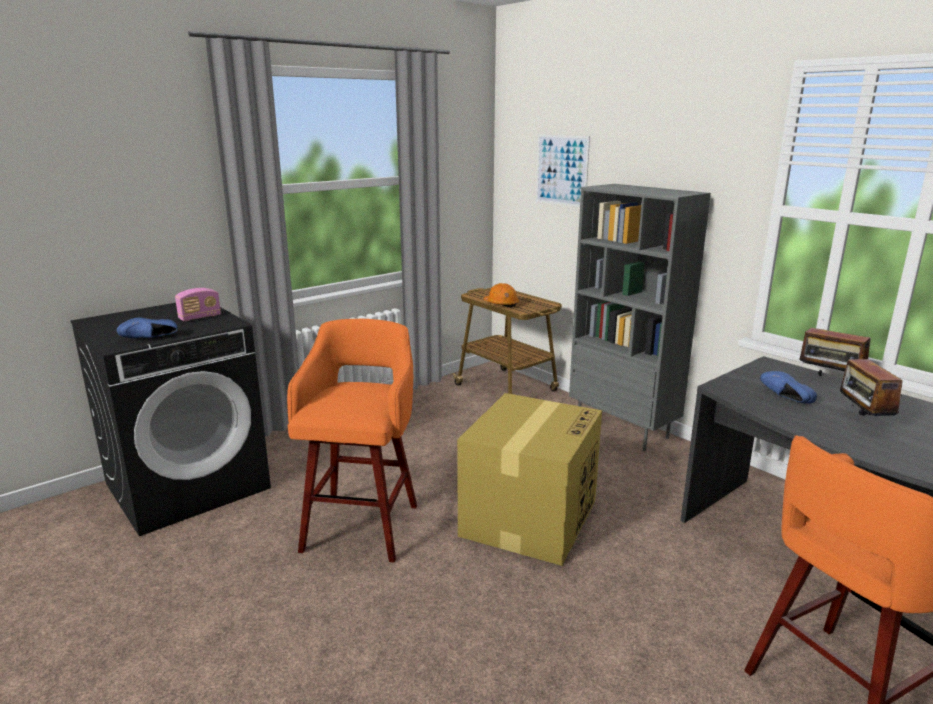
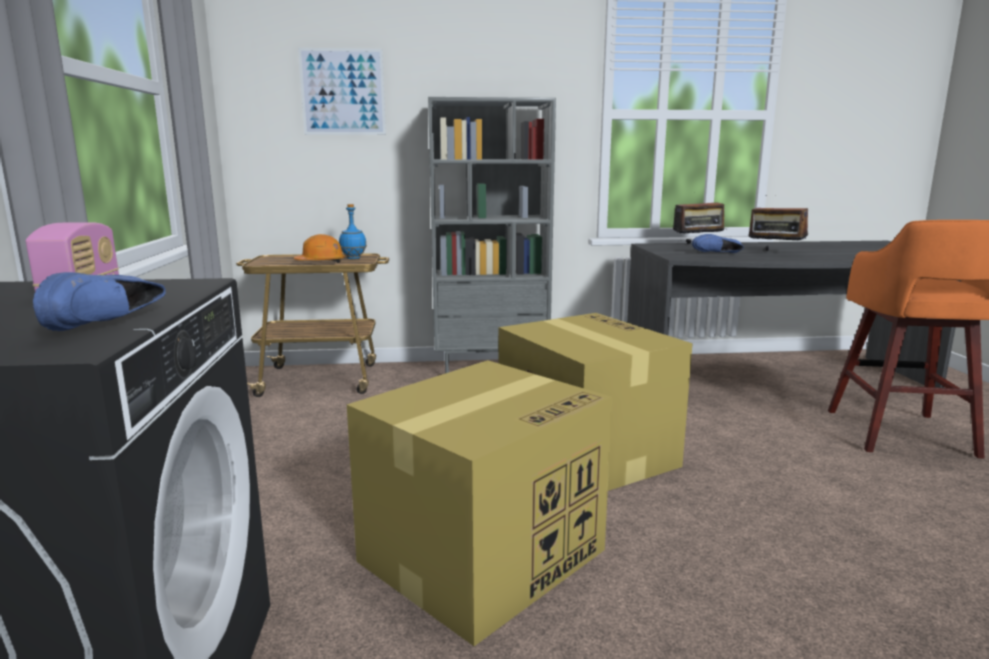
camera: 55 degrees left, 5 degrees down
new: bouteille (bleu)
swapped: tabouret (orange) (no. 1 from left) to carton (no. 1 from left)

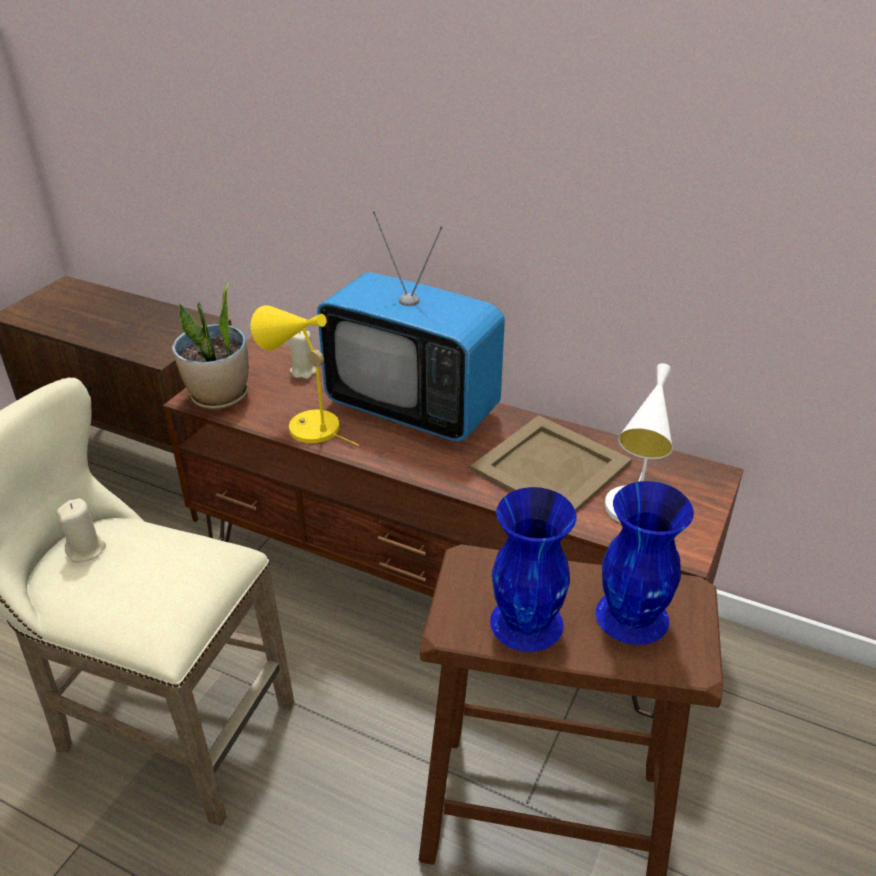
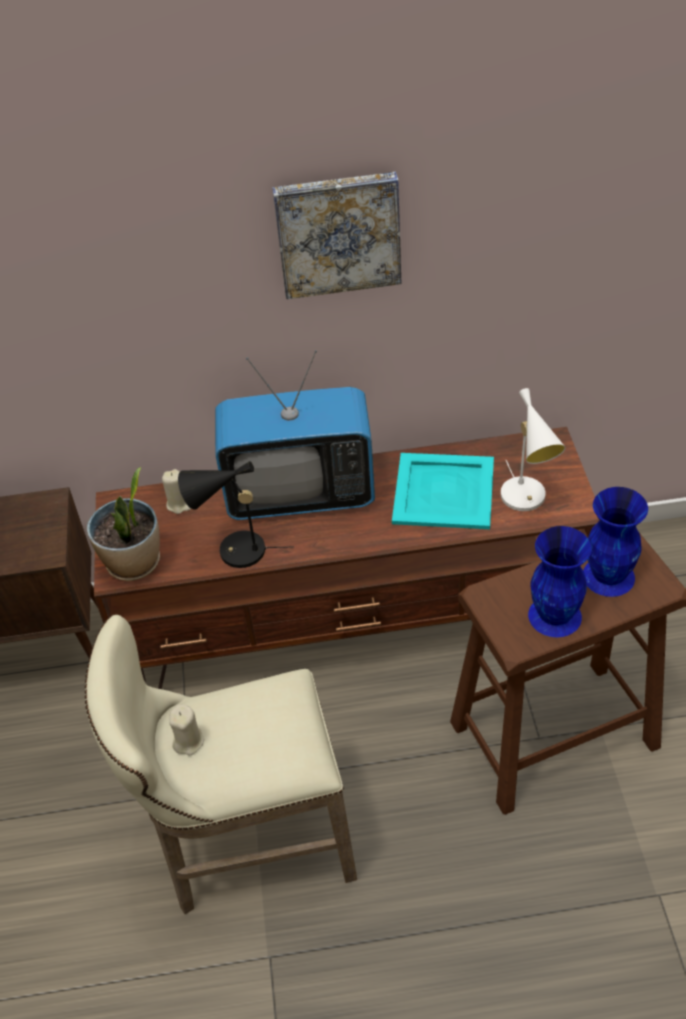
camera: 30 degrees left, 10 degrees up
new: tableau
repainted: lampe de table (jaune) to lampe de table (noir); plateau (beige) to plateau (turquoise)

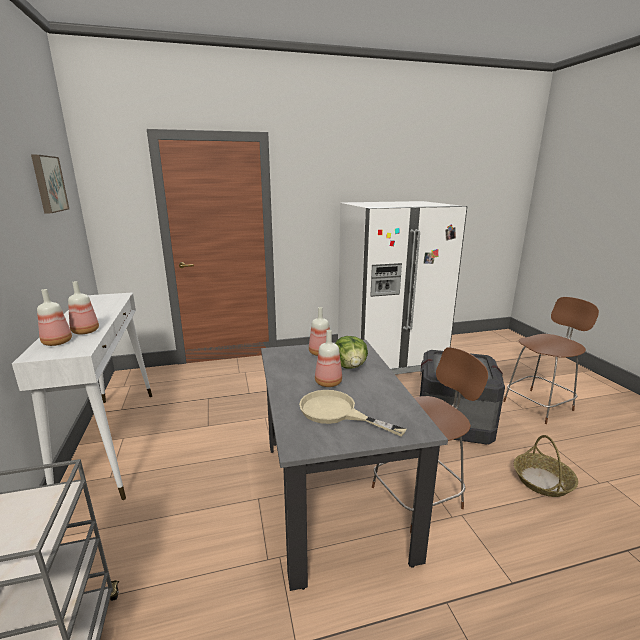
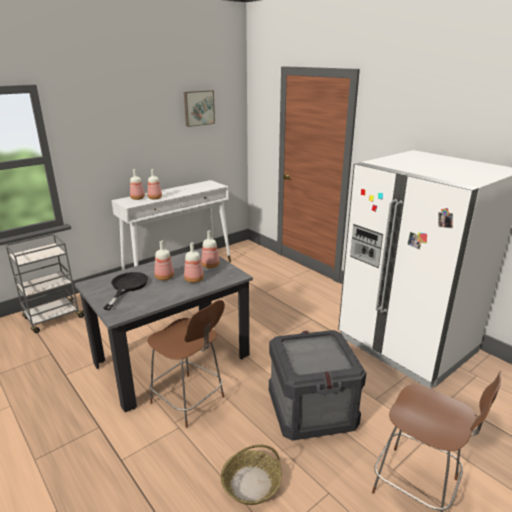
camera: 65 degrees right, 5 degrees up
swapped: laitue to bouteille (no. 4 from left)
repainted: poêle (beige) to poêle (noir)

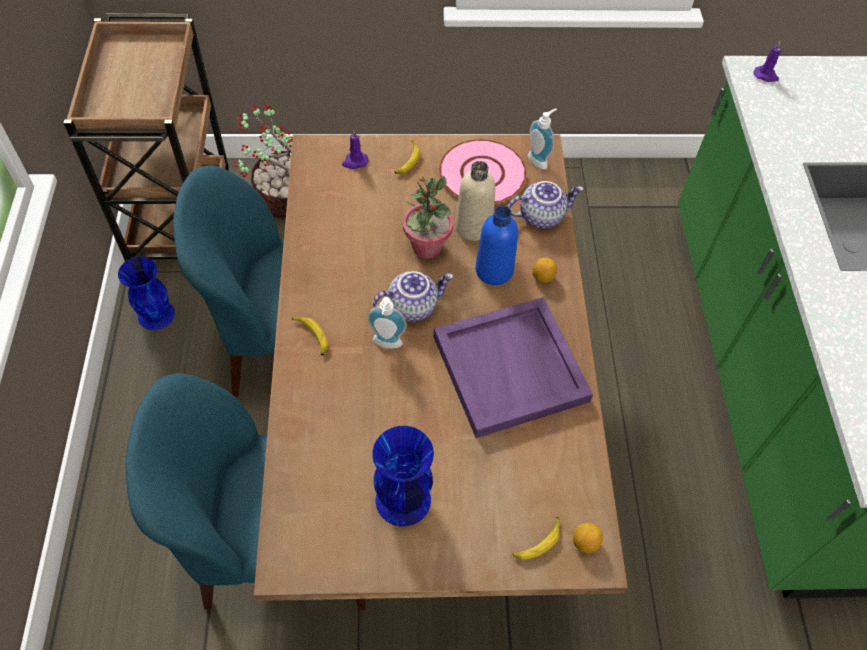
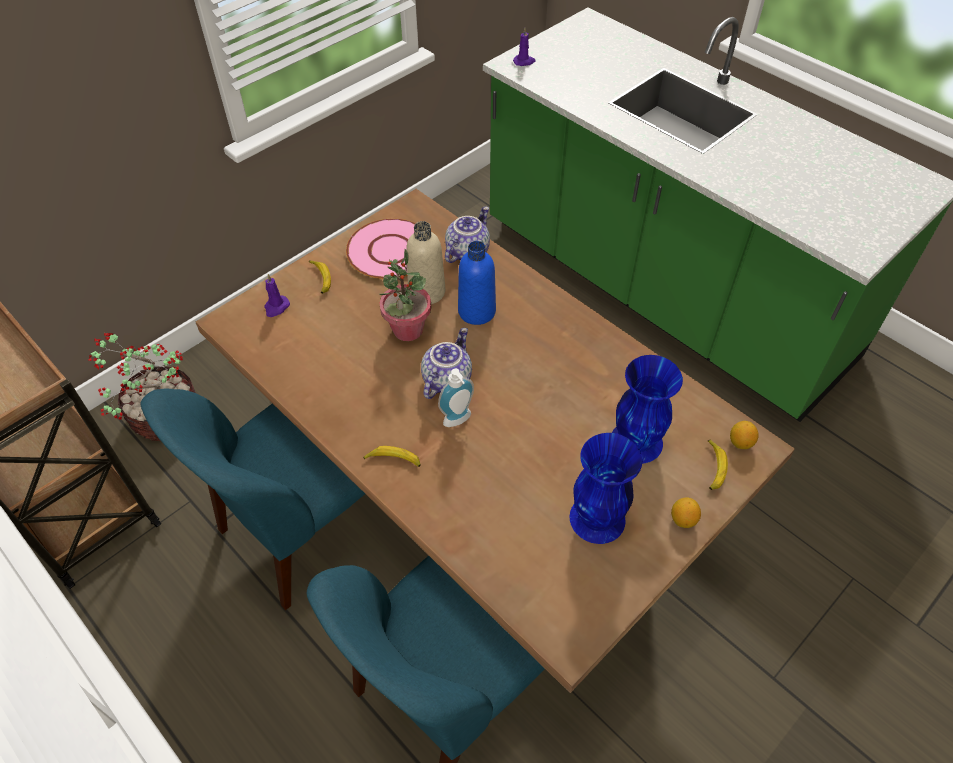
camera: 40 degrees left, 5 degrees down
gone: plateau (violet); distributeur de savon (no. 2 from left)
shifted: vase (bleu) (no. 1 from left in the first image) to vase (bleu) (no. 2 from left); citron (no. 1 from left)

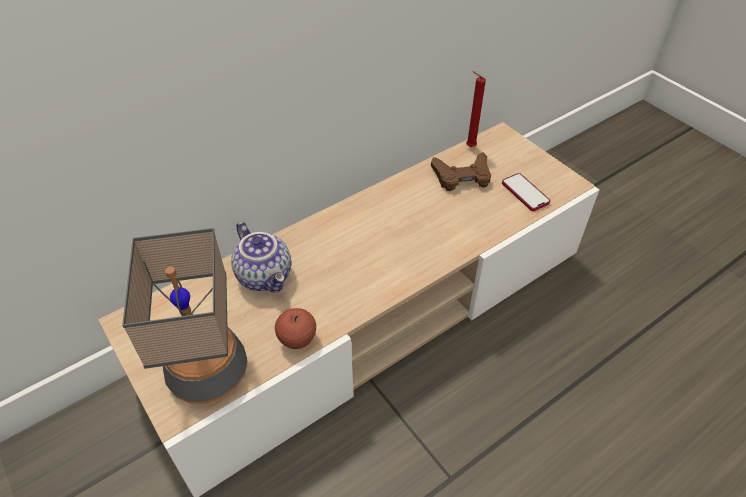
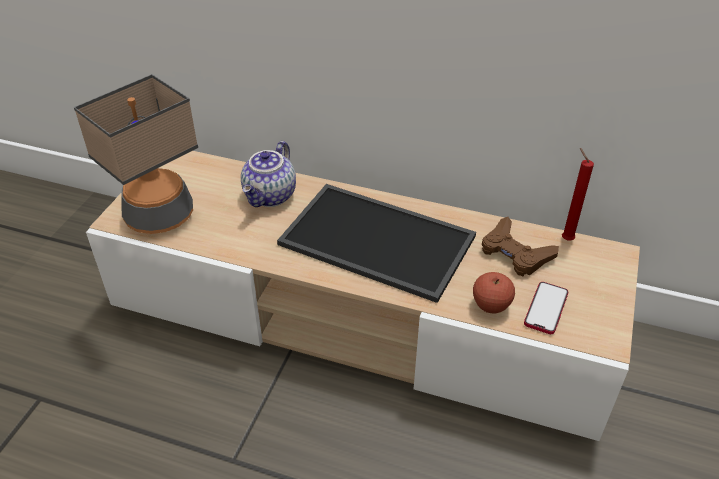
camera: 55 degrees right, 5 degrees down
new: plateau
shifted: pomme

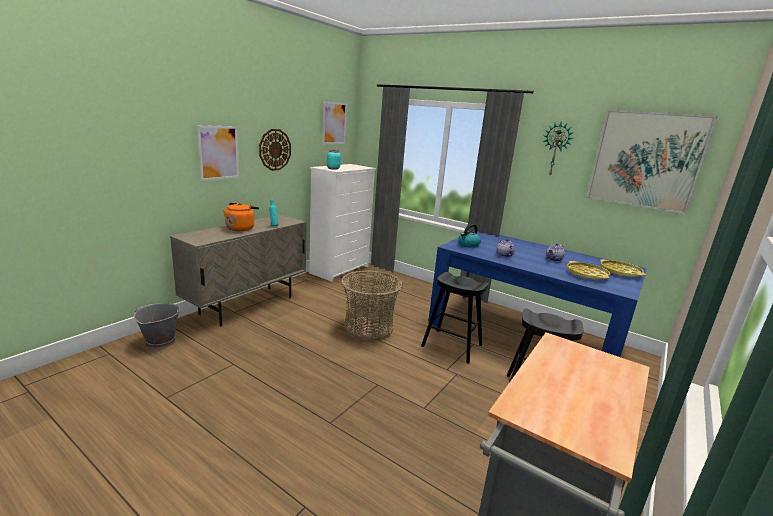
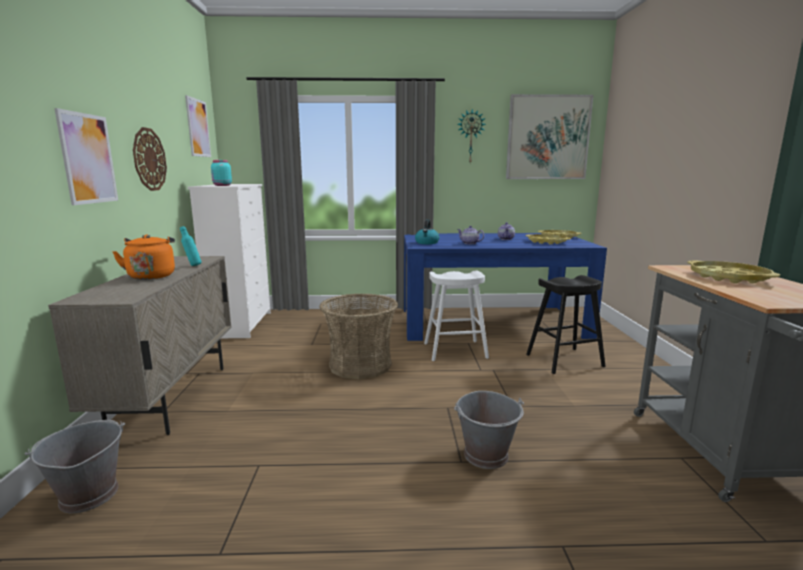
camera: 35 degrees left, 5 degrees down
new: seau (gris) (no. 2 from left); plateau (jaune) (no. 3 from left)
repainted: tabouret (noir) (no. 1 from left) to tabouret (blanc)

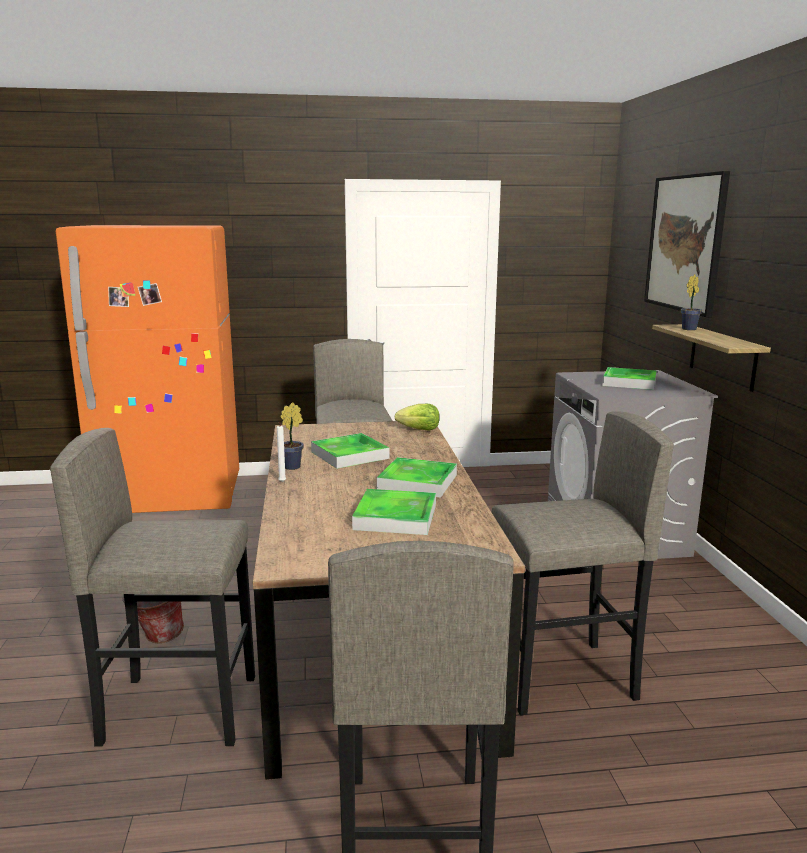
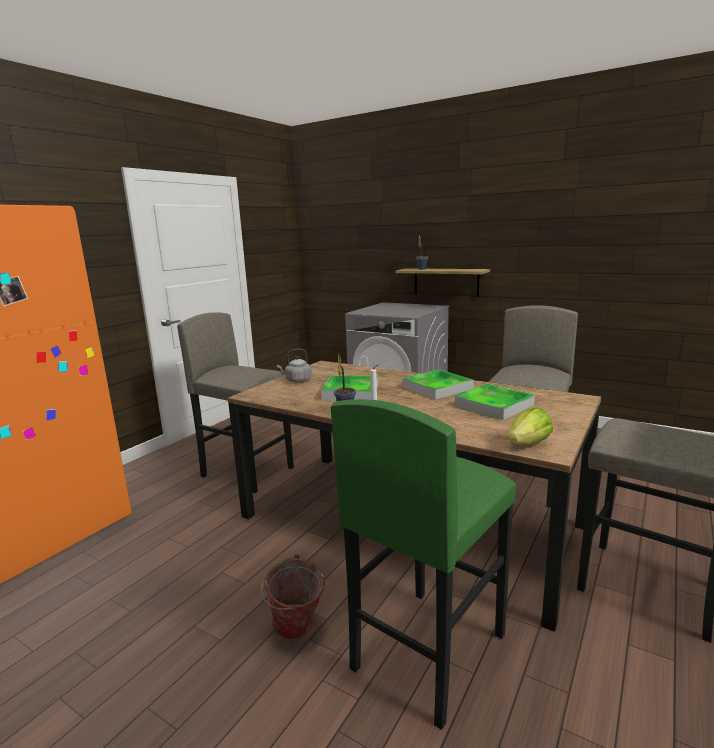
camera: 50 degrees left, 0 degrees up
gone: plateau (no. 4 from left); tableau
new: bouilloire (gris)
shifted: laitue
repainted: tabouret (gris) (no. 1 from left) to tabouret (vert)

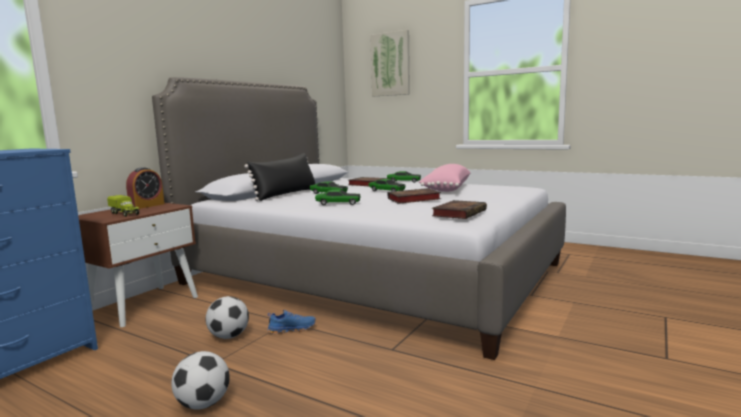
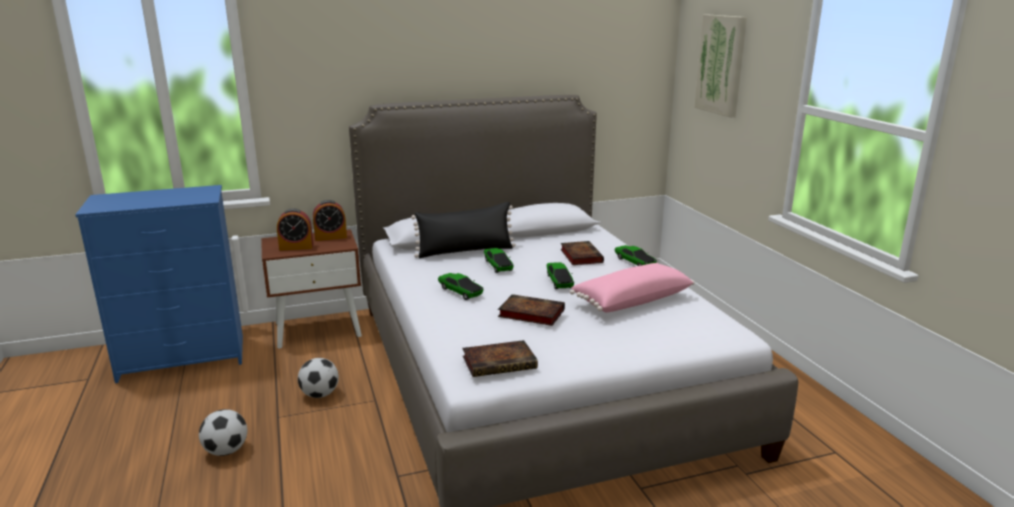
camera: 40 degrees right, 10 degrees up
gone: chaussure (bleu)
swapped: camion jouet to réveil (no. 1 from left)

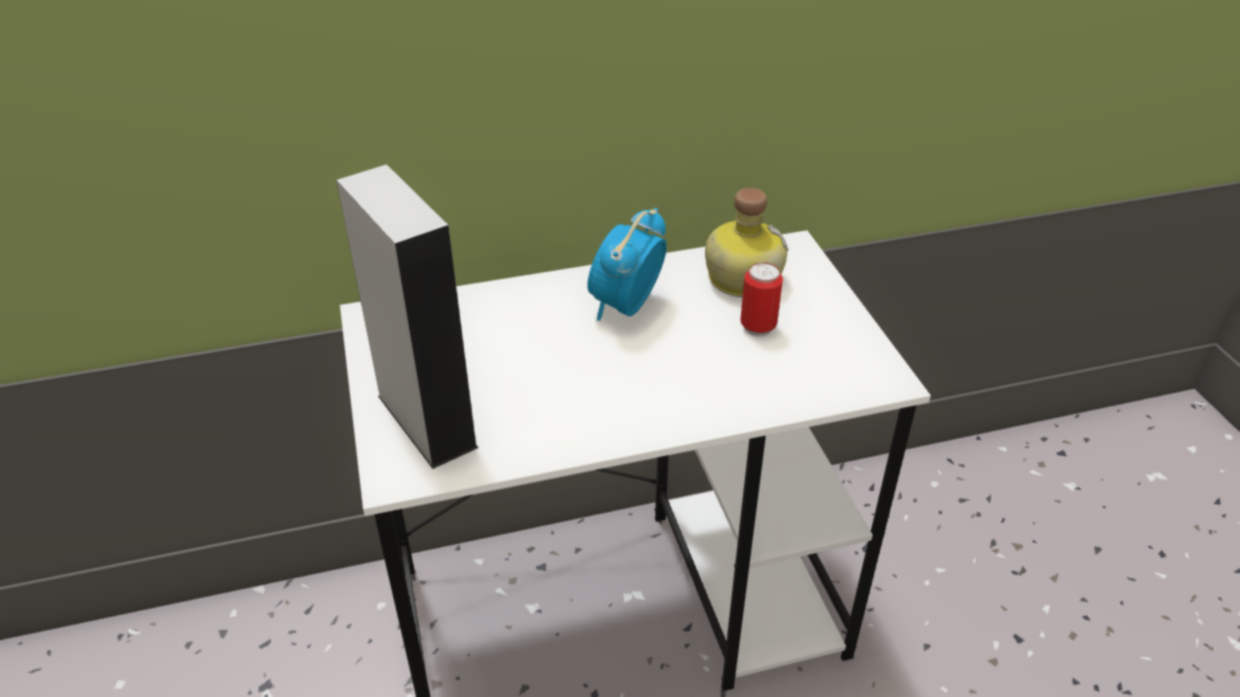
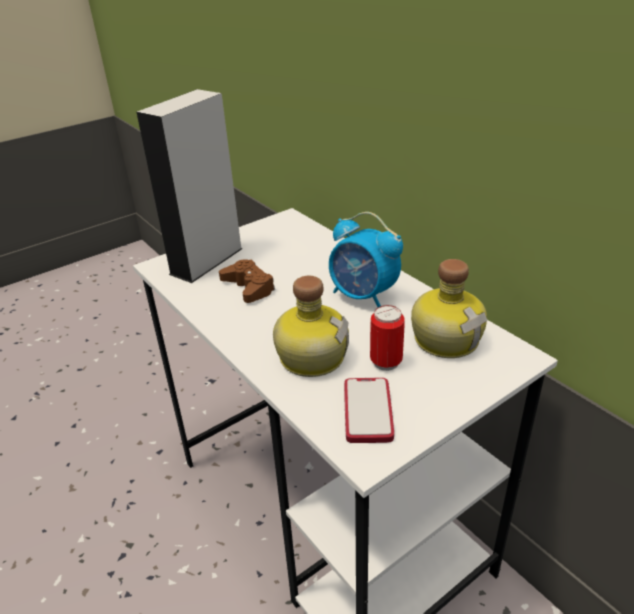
camera: 70 degrees right, 5 degrees down
new: manette (marron); bouteille (no. 1 from left); téléphone
rotated: réveil 150 degrees counterclockwise

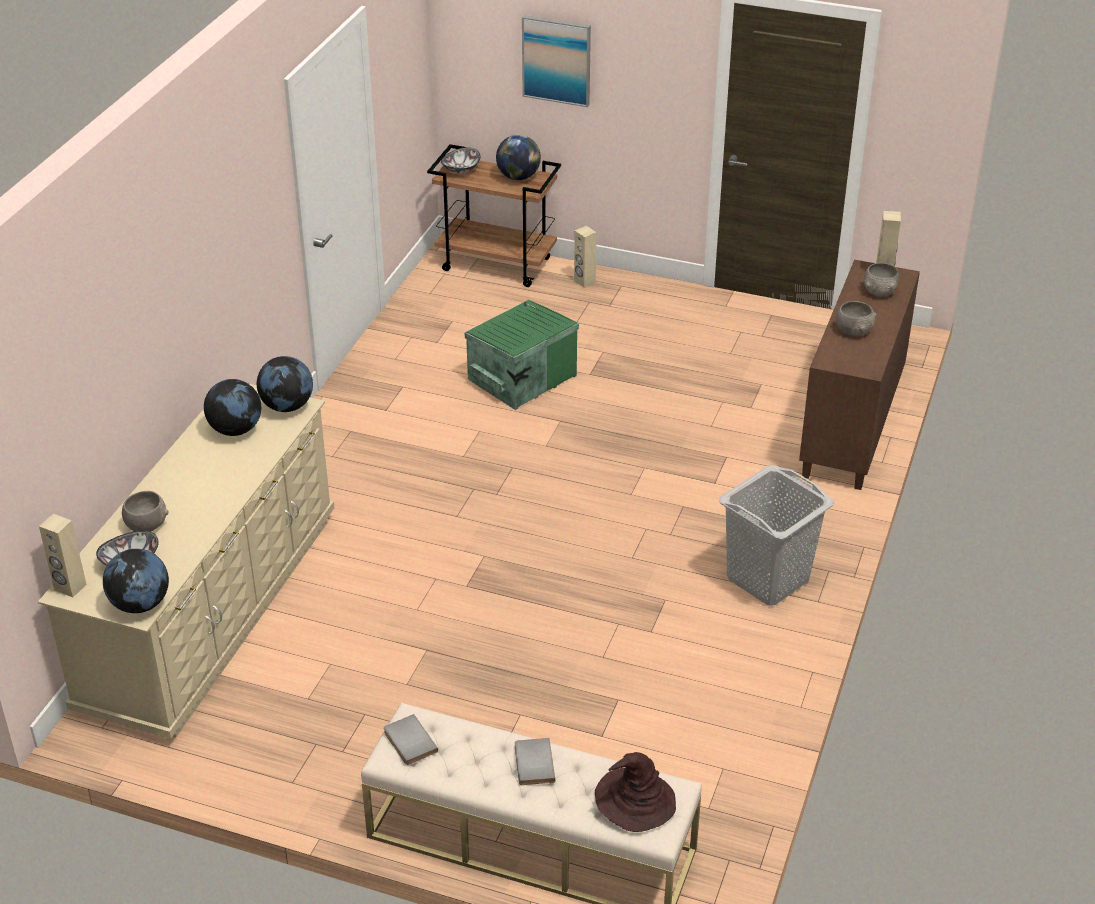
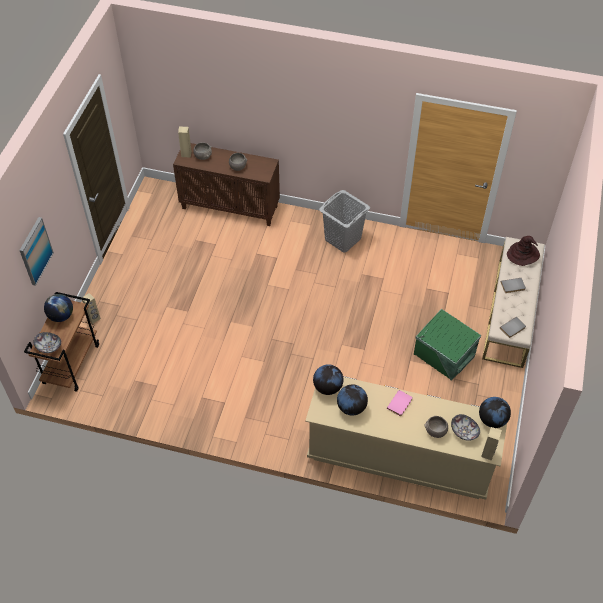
camera: 95 degrees left, 15 degrees up
new: livre (rose)
shifted: boîte de rangement (vert)

